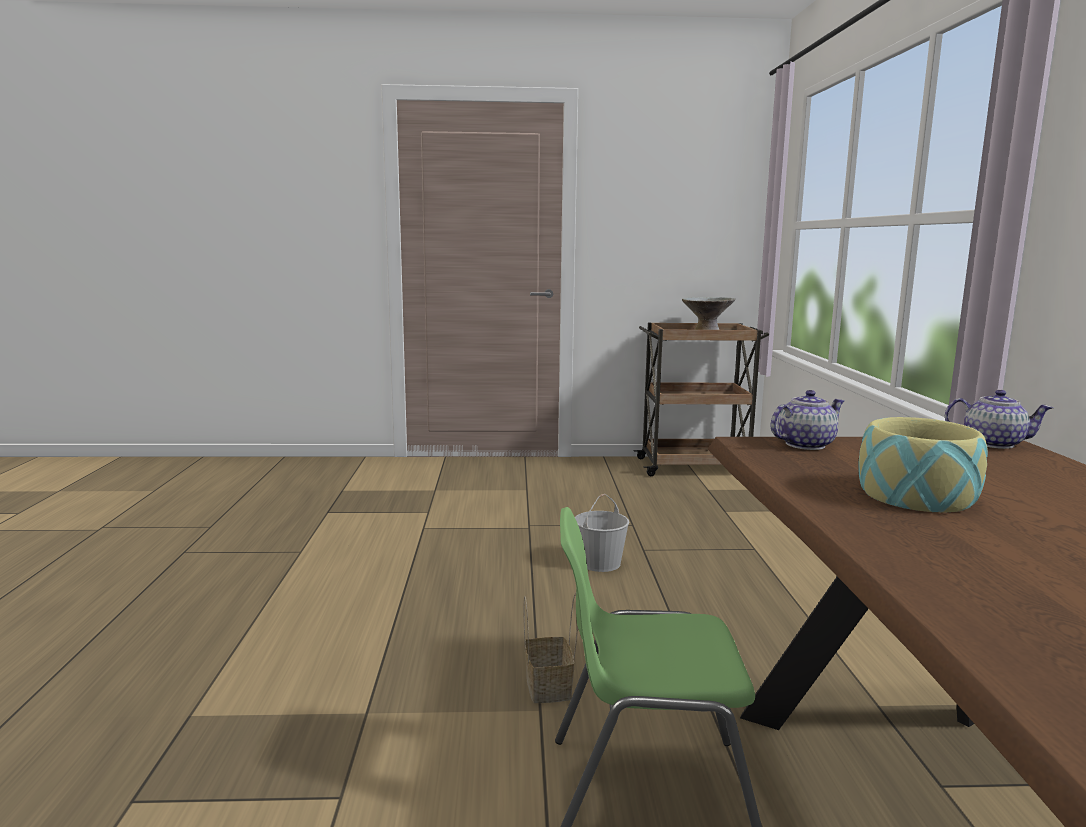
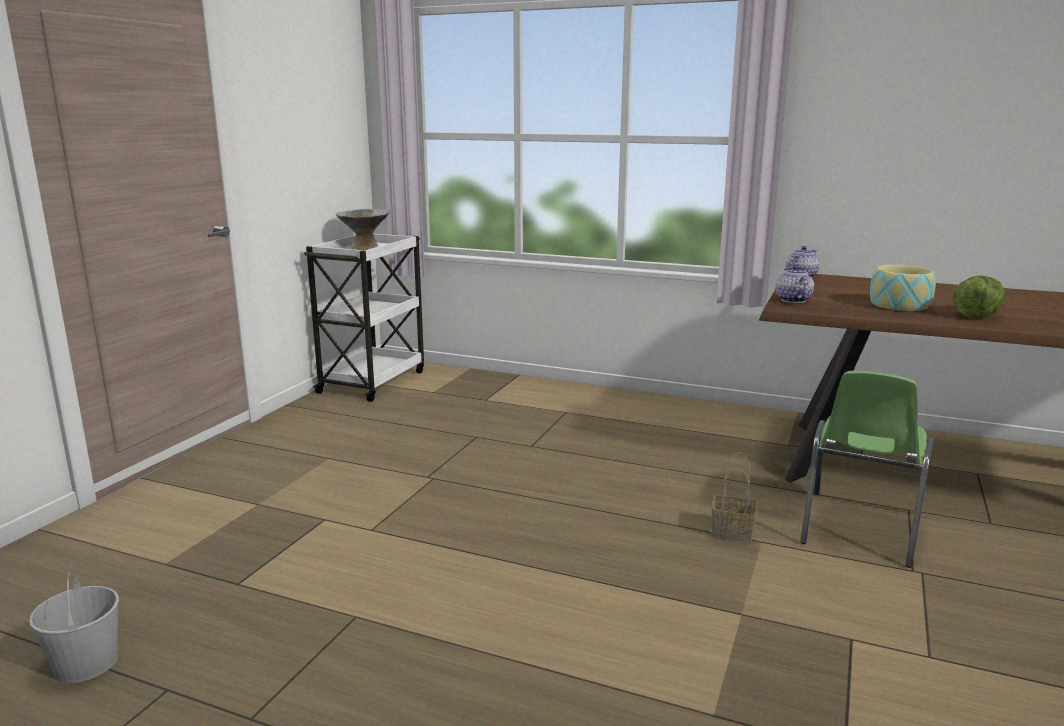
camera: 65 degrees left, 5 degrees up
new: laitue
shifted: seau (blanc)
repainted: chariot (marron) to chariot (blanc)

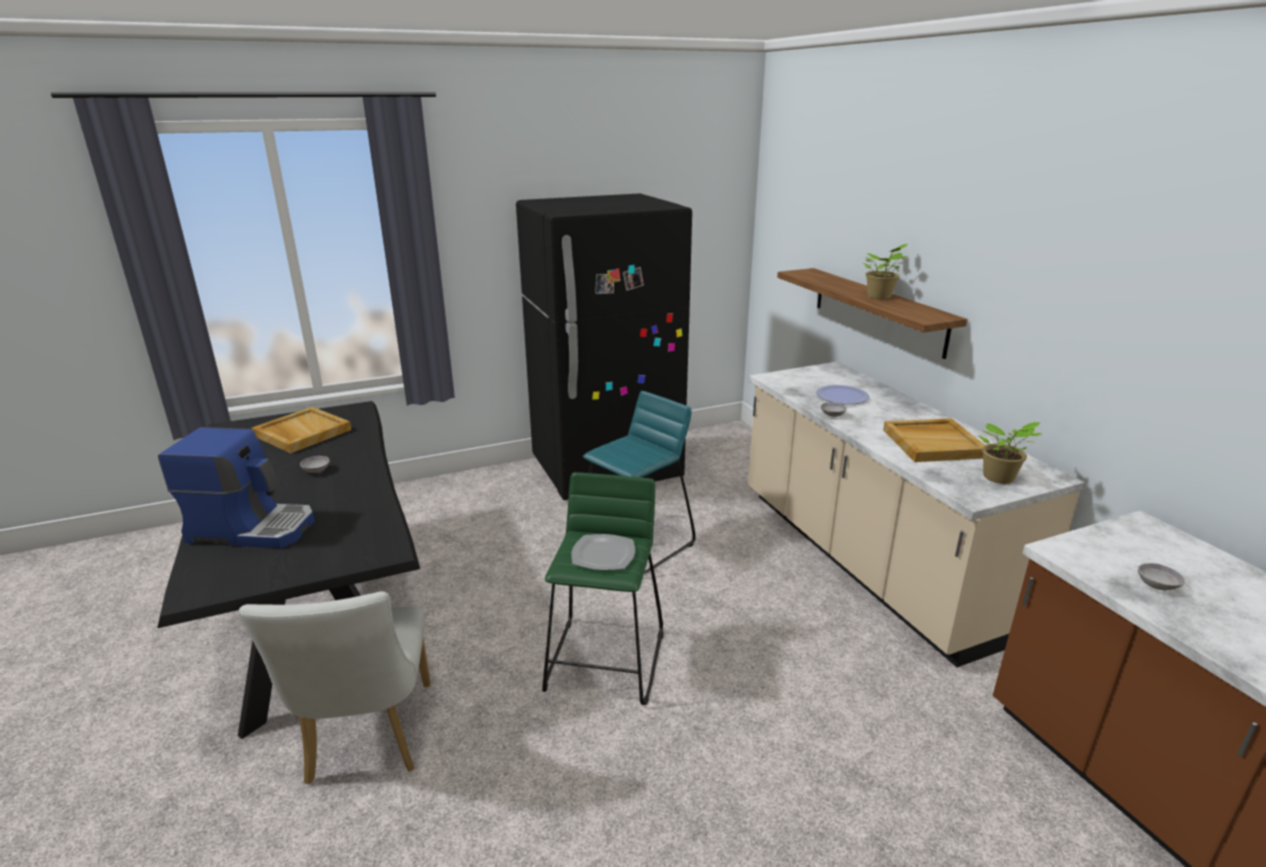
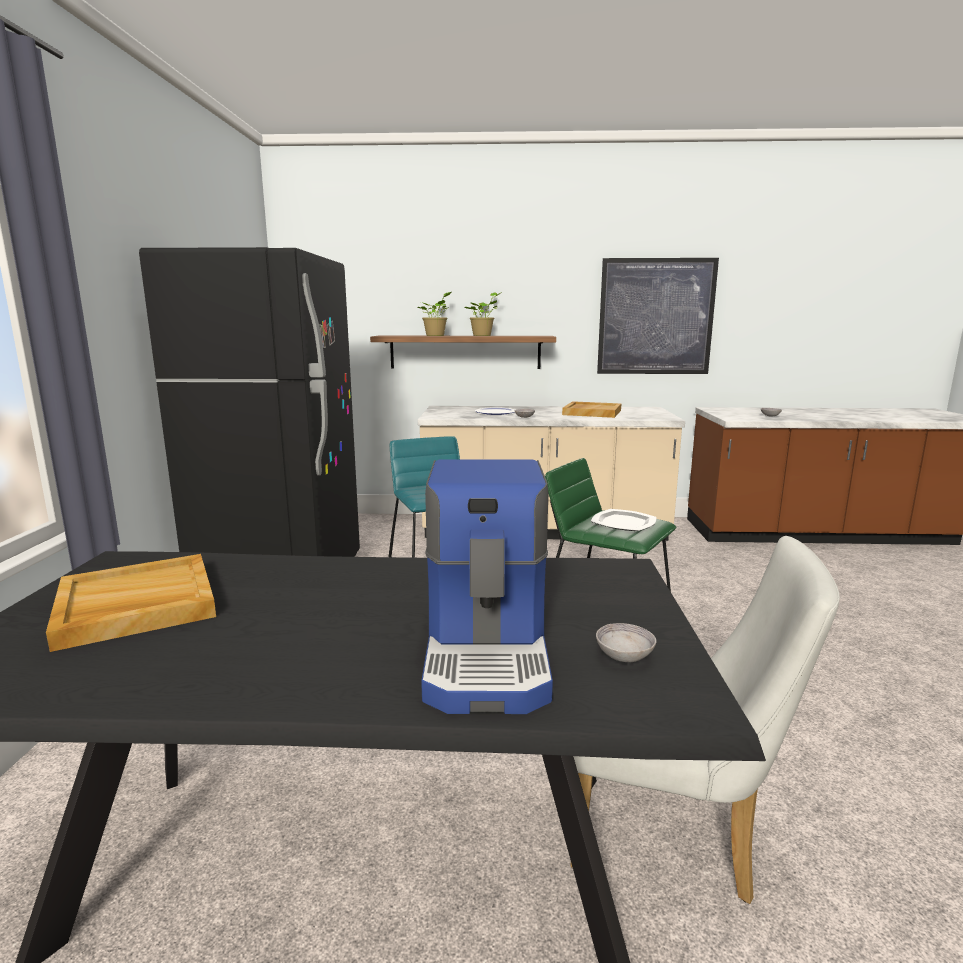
camera: 65 degrees left, 10 degrees down
new: tableau
shifted: bol (gris) (no. 1 from left in the first image) to bol (gris) (no. 2 from left); plante en pot (no. 2 from left in the first image) to plante en pot (no. 1 from left)
rotated: machine à café 150 degrees clockwise

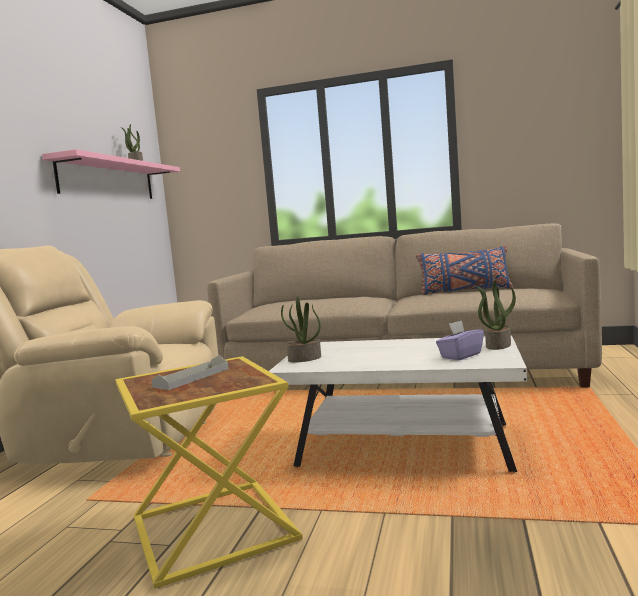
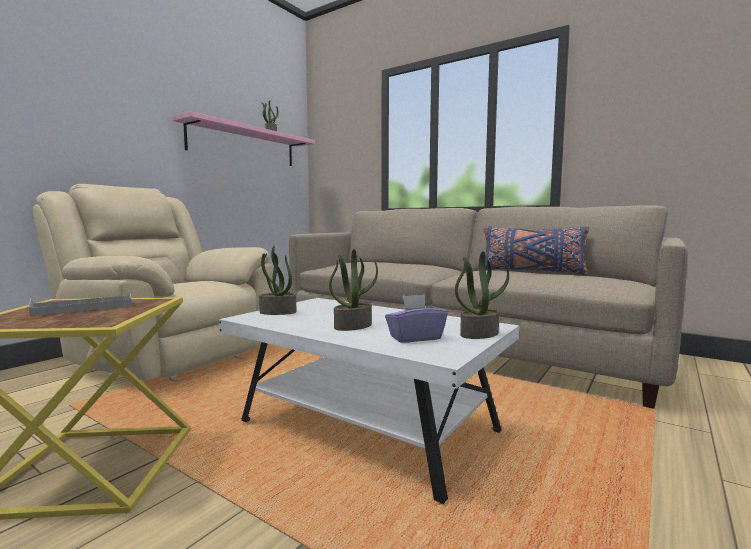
camera: 20 degrees right, 0 degrees up
new: plante en pot (no. 3 from left)

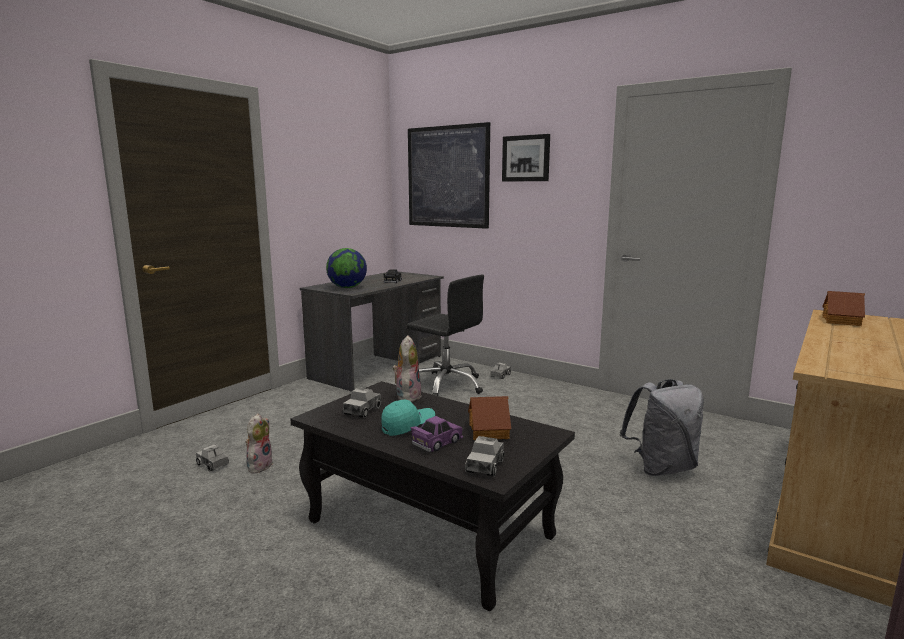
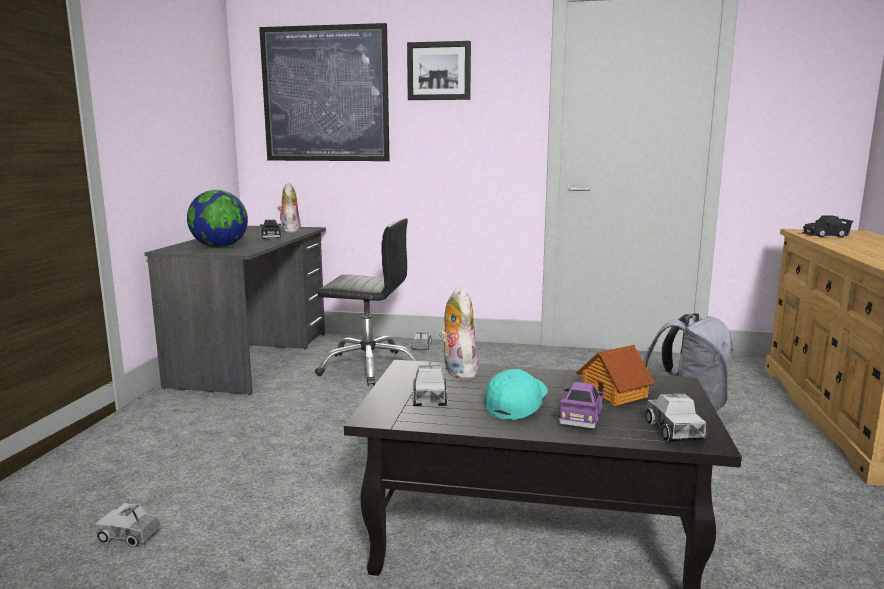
camera: 25 degrees left, 0 degrees up
shifted: peluche (no. 1 from left)
swapped: maison miniature (no. 2 from left) to petite voiture (noir) (no. 2 from left)

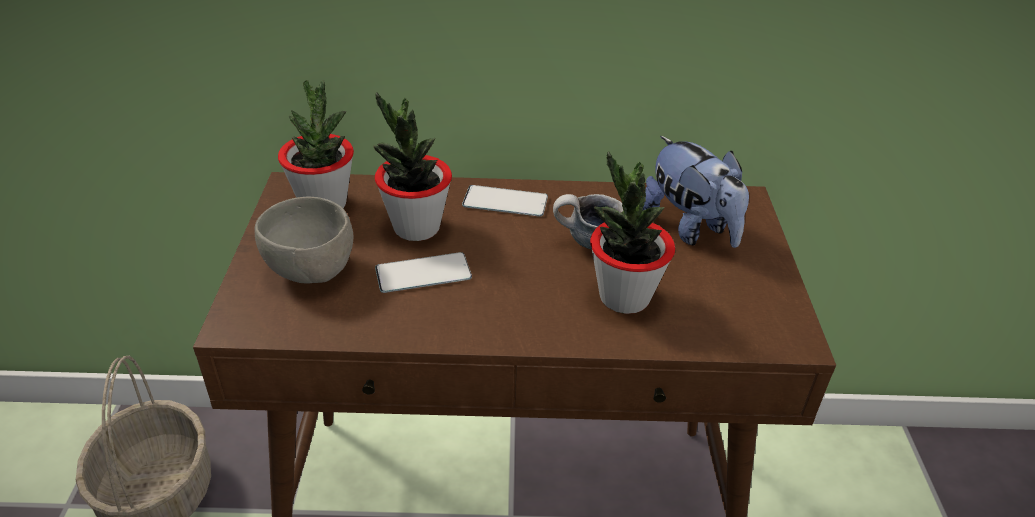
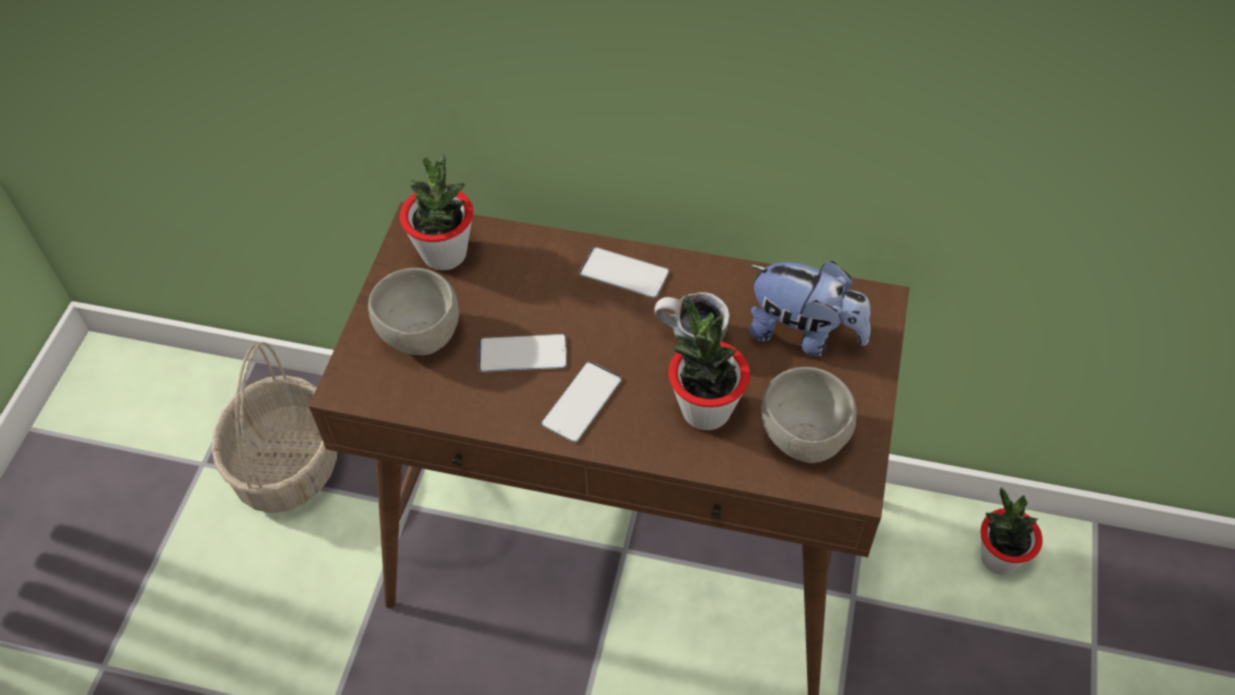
camera: 15 degrees right, 15 degrees up
new: téléphone (no. 2 from left); bol (gris) (no. 2 from left)
shifted: plante en pot (no. 2 from left in the first image) to plante en pot (no. 3 from left)
rotated: peluche 45 degrees counterclockwise

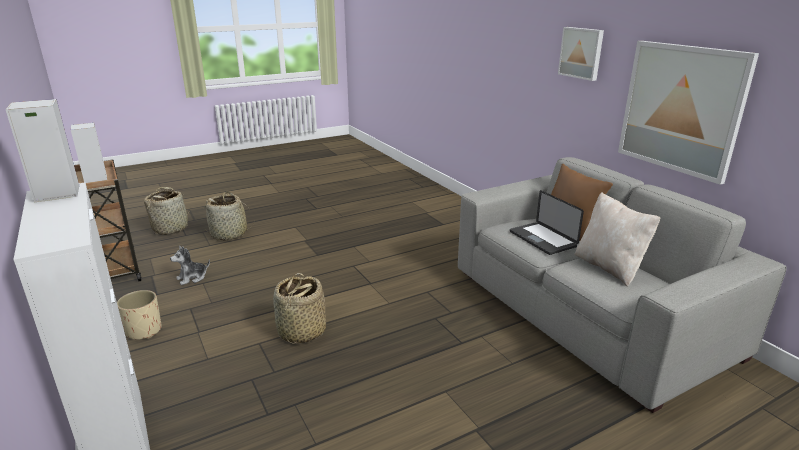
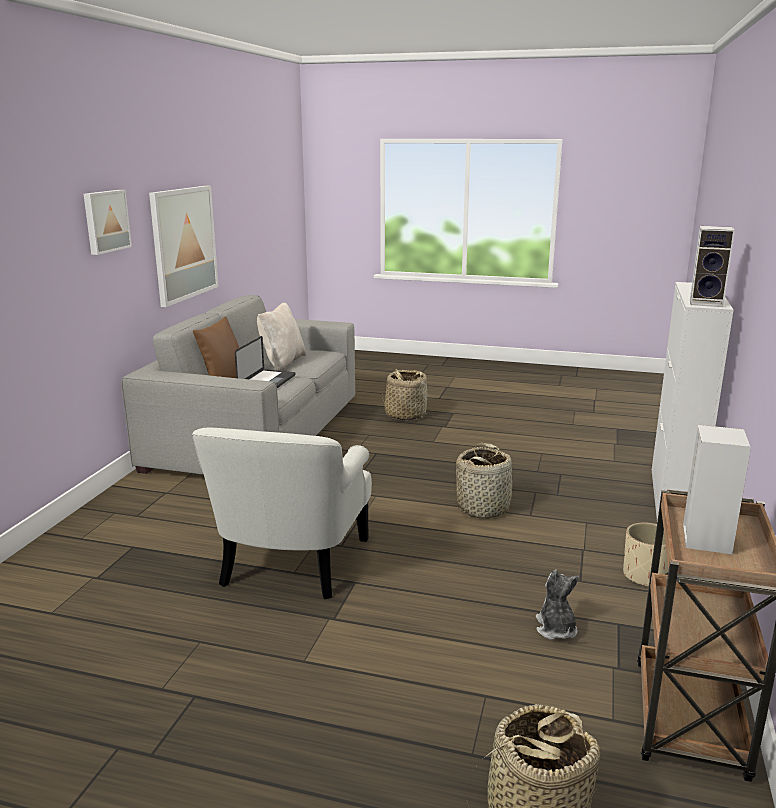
camera: 135 degrees left, 5 degrees down
new: fauteuil (blanc)
shifted: panier (no. 2 from left in the first image) to panier (no. 1 from left)
rotated: peluche 105 degrees counterclockwise

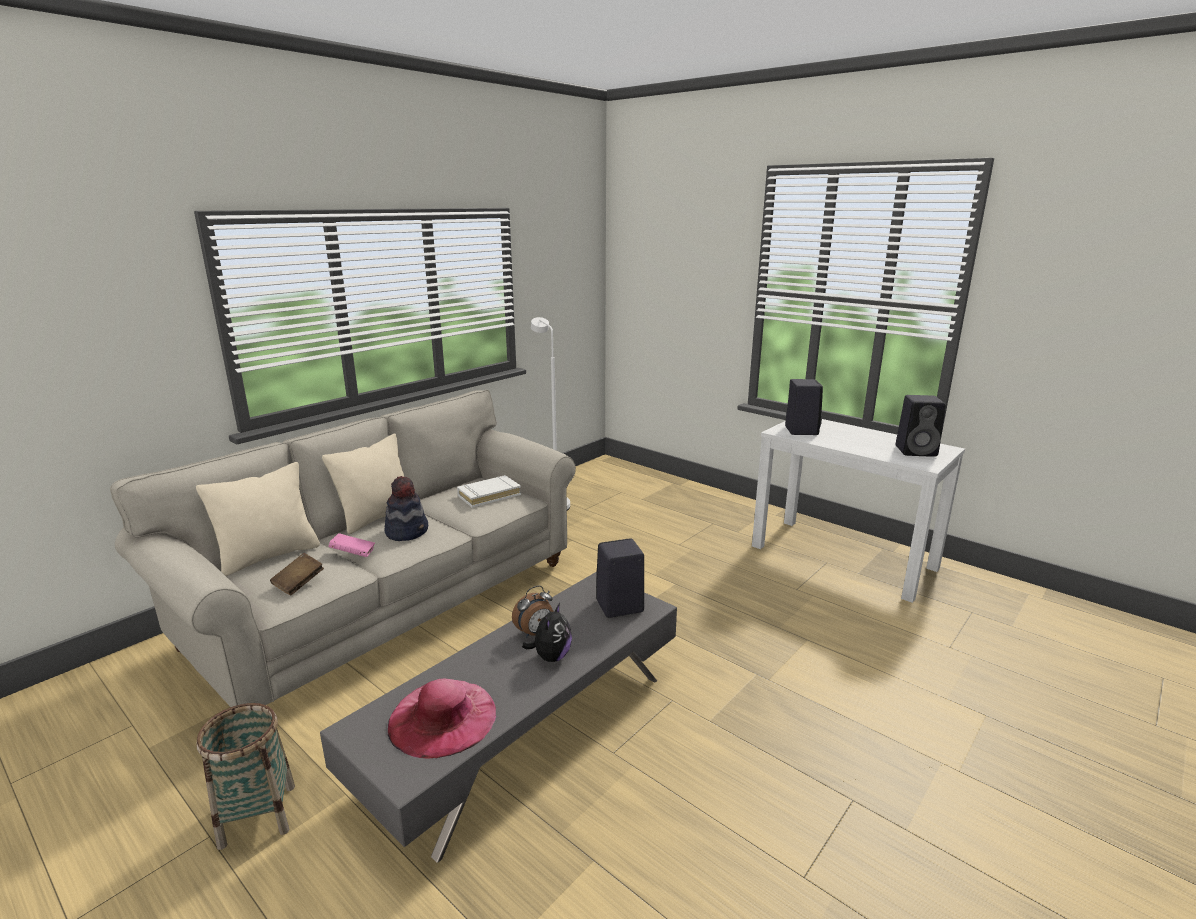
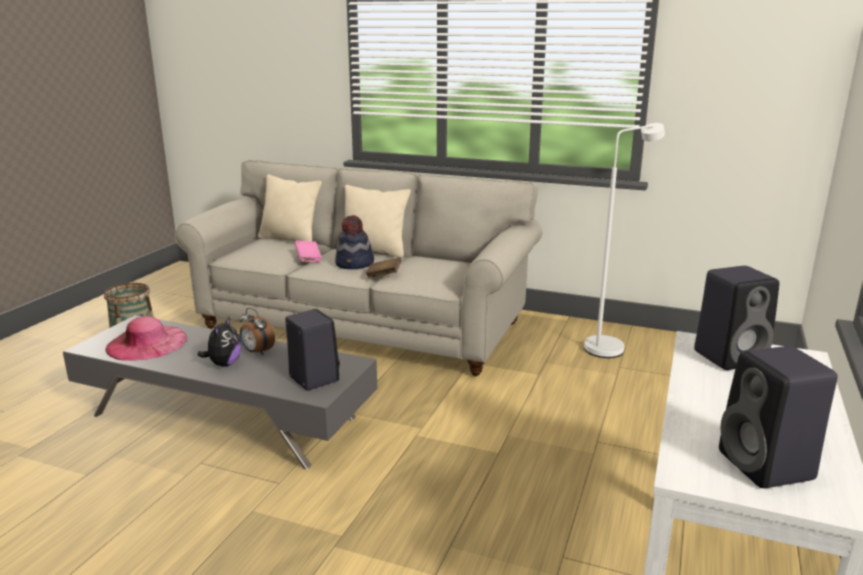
camera: 70 degrees right, 0 degrees up
gone: livre (blanc)
shifted: livre (marron)
rotated: peluche 75 degrees counterclockwise

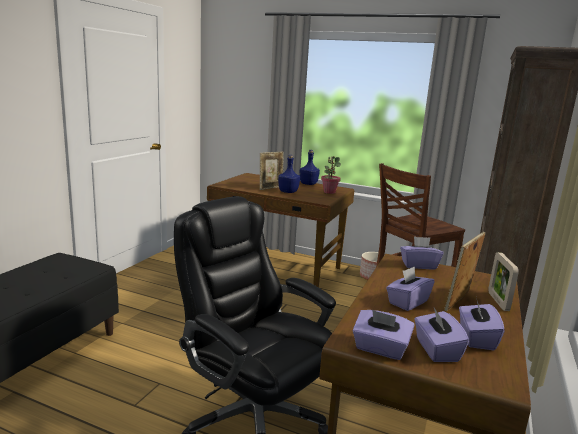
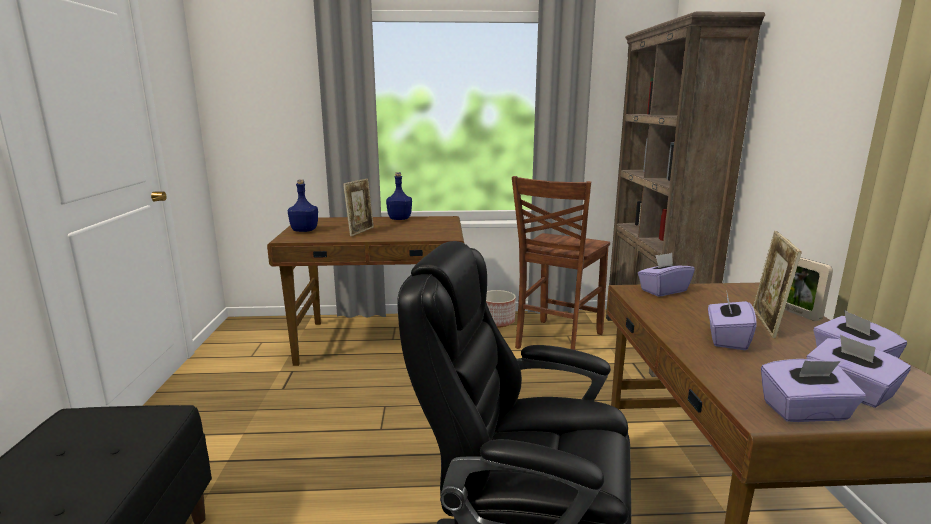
camera: 25 degrees left, 0 degrees up
gone: plante en pot
shifted: bouteille (bleu) (no. 1 from left)

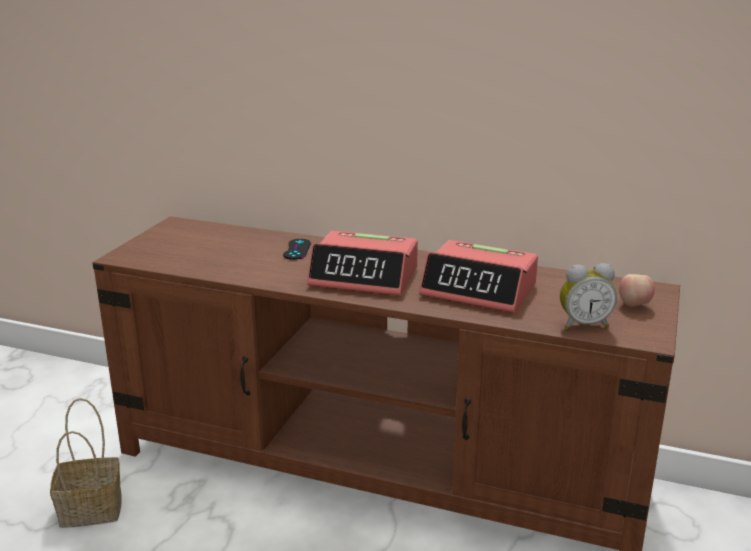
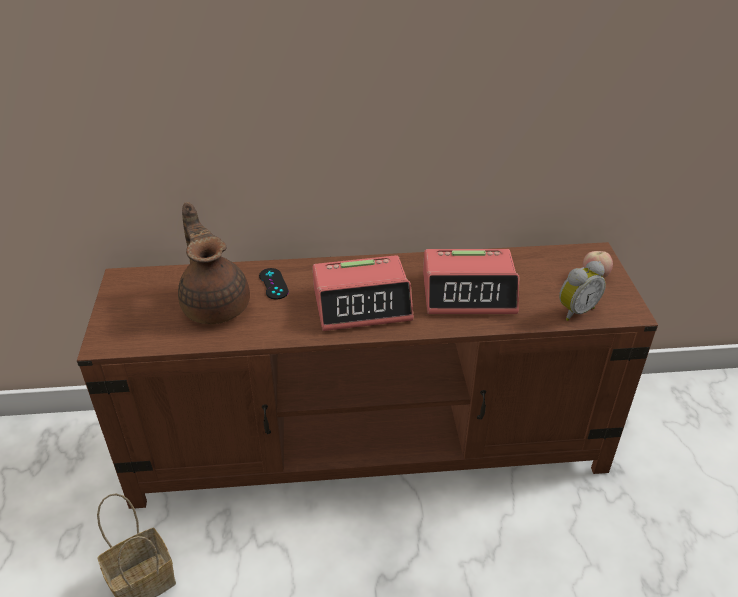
camera: 25 degrees left, 15 degrees up
new: théière (marron)

